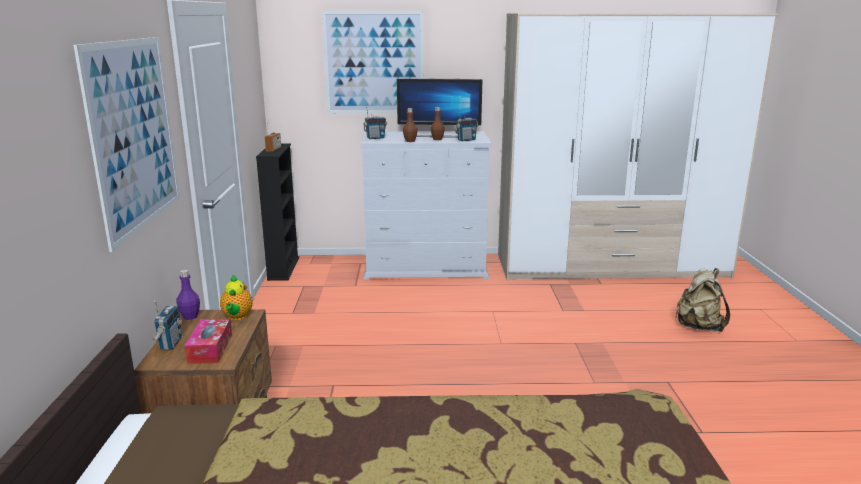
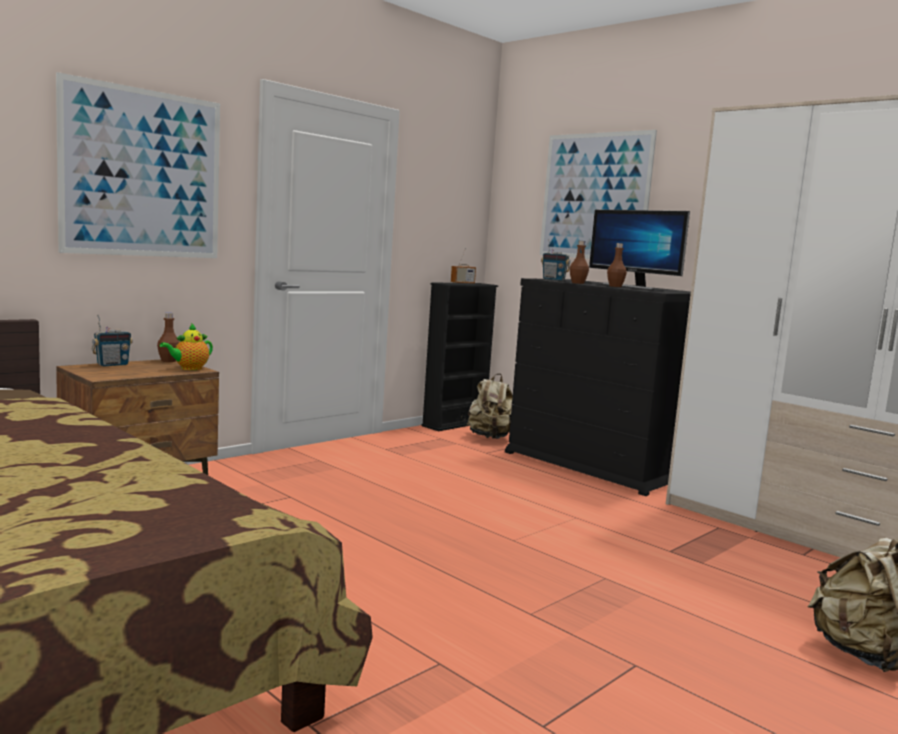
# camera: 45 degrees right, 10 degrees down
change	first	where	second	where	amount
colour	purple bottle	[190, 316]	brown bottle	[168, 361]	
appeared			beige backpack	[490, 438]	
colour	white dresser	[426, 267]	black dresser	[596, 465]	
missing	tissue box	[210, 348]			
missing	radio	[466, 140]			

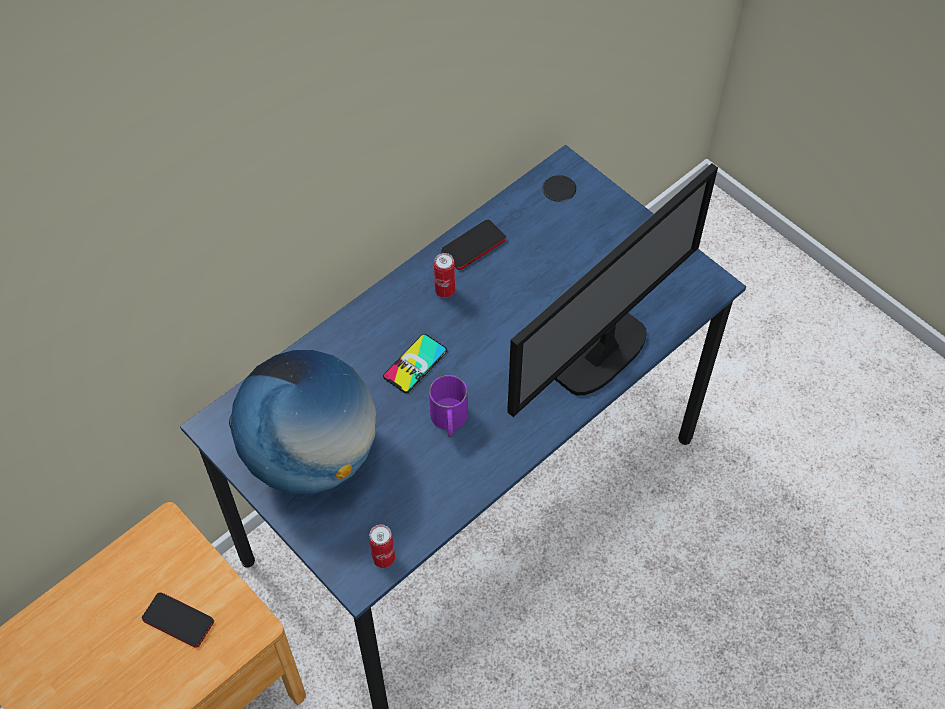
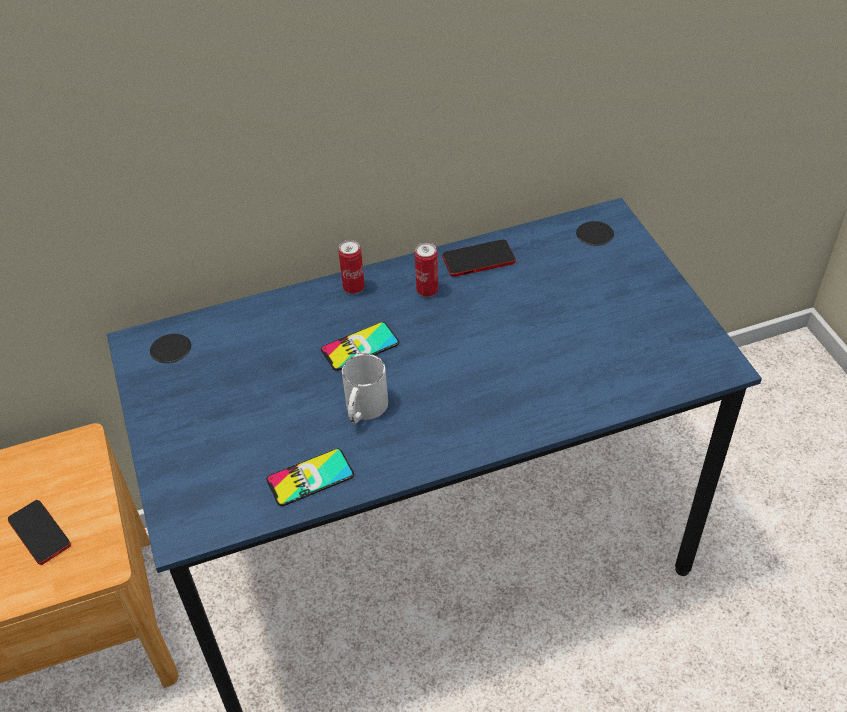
# camera: 25 degrees right, 10 degrees down
change	first	where	second	where	amount
appeared			phone	[310, 478]	
relocated	can	[383, 558]		[353, 288]	
colour	purple mug	[449, 421]	white mug	[363, 410]	
missing	globe	[311, 455]			
missing	monitor	[601, 355]			

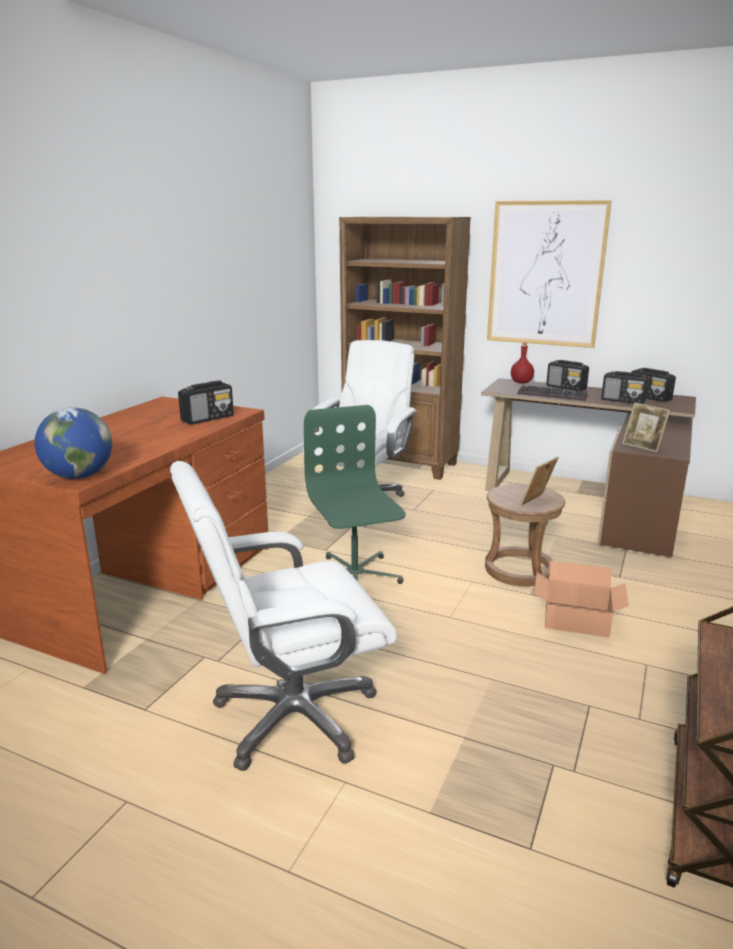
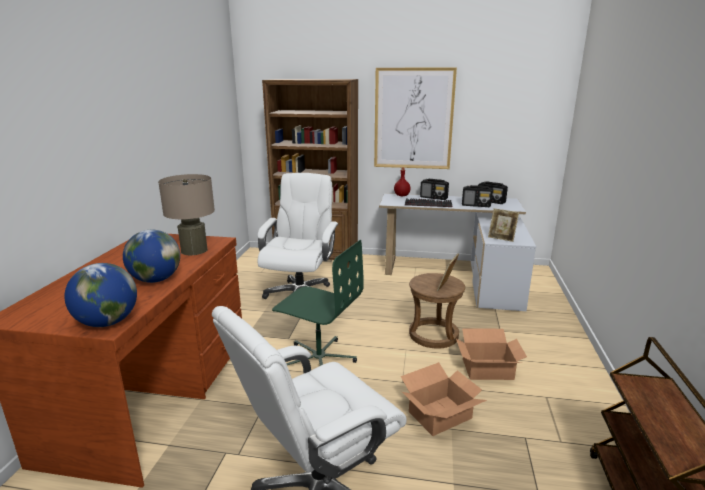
# camera: 15 degrees left, 0 degrees up
change	first	where	second	where	amount
appeared			globe	[156, 280]	
exchanged	radio	[208, 418]	beige table lamp	[194, 250]	
spun	green office chair	[354, 576]		[319, 358]	150 degrees clockwise
colour	brown desk	[592, 503]	white desk	[459, 276]	
appeared			cardboard box	[441, 415]	

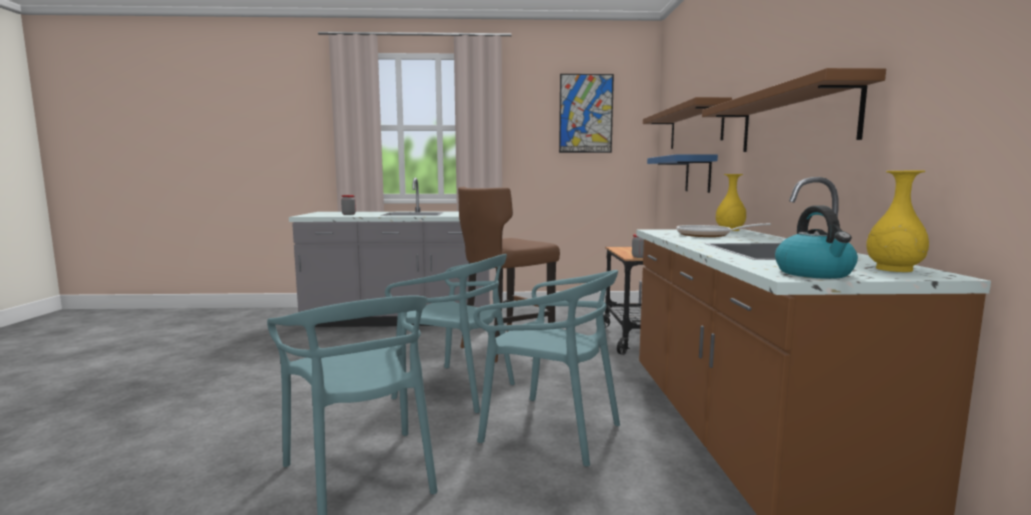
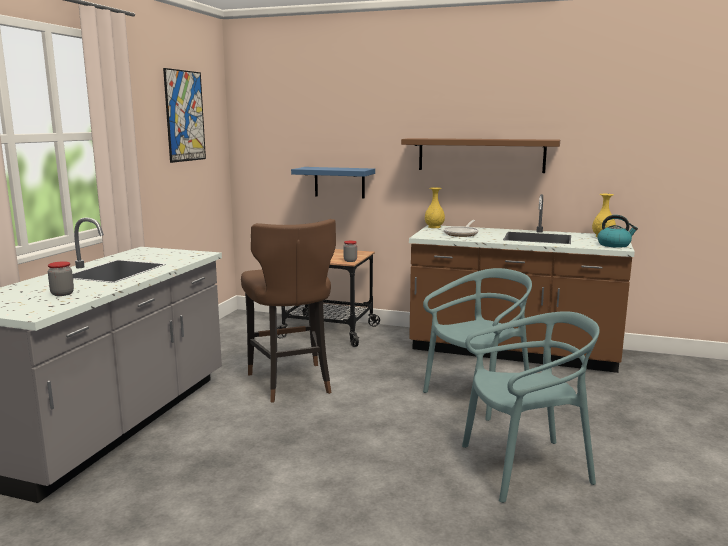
# camera: 70 degrees left, 5 degrees up
change	first	where	second	where	amount
missing	turquoise chair	[455, 389]			
missing	brown shelf	[695, 127]			

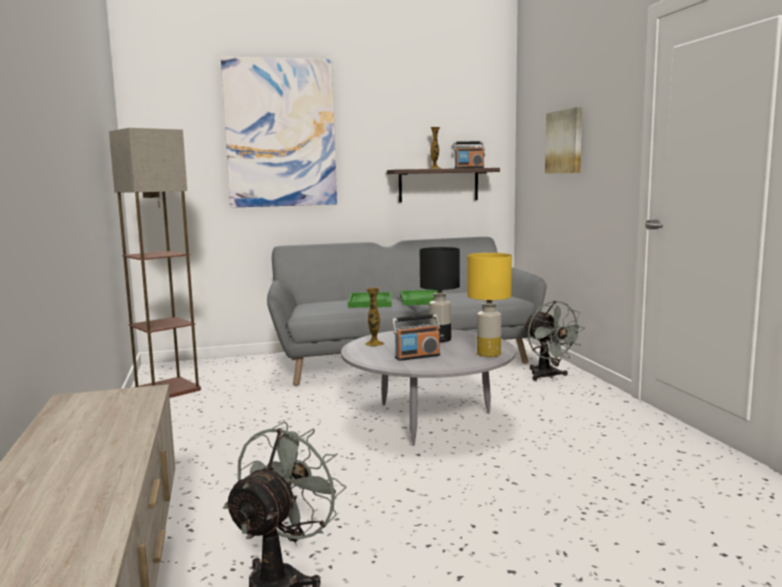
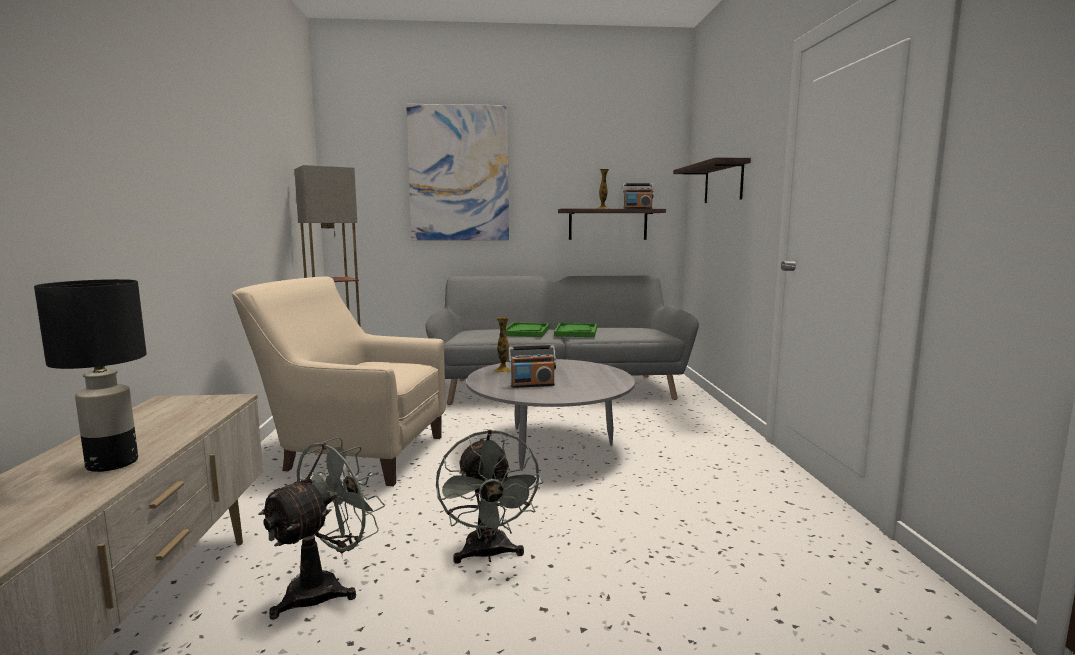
# camera: 10 degrees right, 0 degrees up
change	first	where	second	where	amount
relocated	black table lamp	[440, 340]		[112, 464]	
appeared			beige armchair	[350, 453]	
relocated	grey fan	[548, 376]		[488, 555]	
exchanged	picture	[565, 141]	shelf	[723, 183]	
missing	yellow table lamp	[488, 354]			

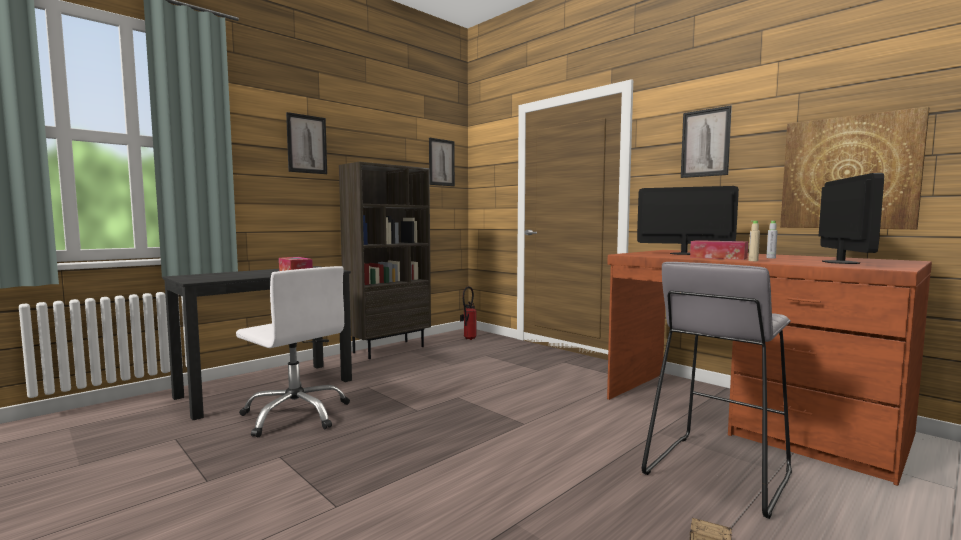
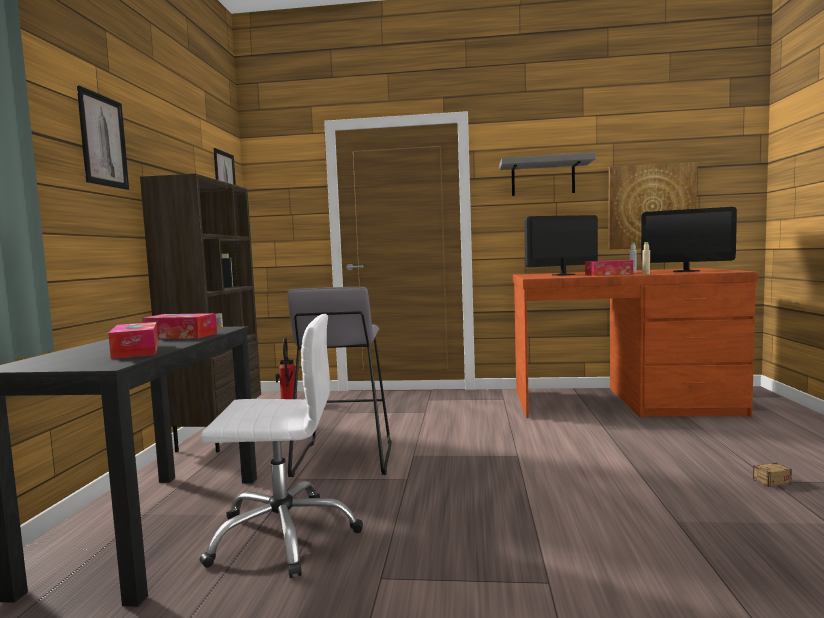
# camera: 40 degrees left, 0 degrees up
change	first	where	second	where	amount
appeared			tissue box	[136, 351]	
relocated	grey stool	[716, 472]		[343, 458]	
exchanged	picture	[705, 143]	grey shelf	[542, 178]	
spun	monitor	[840, 262]		[686, 271]	135 degrees clockwise

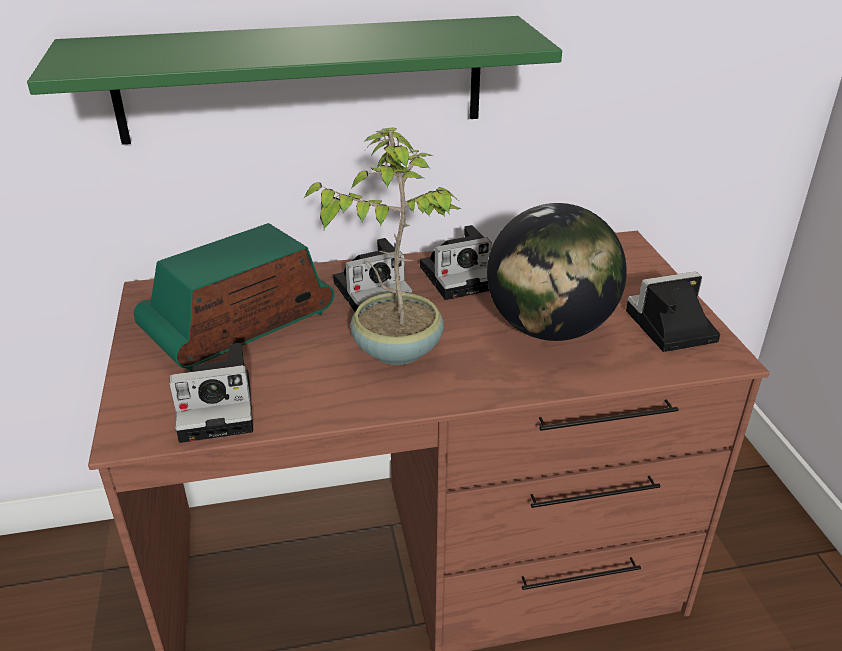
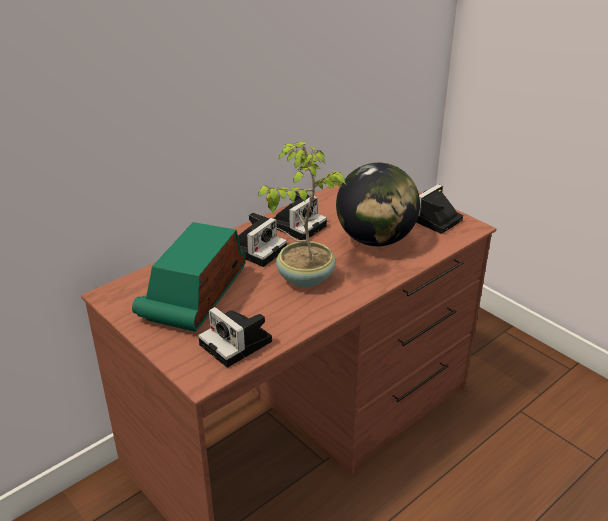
# camera: 30 degrees left, 0 degrees up
change	first	where	second	where	amount
spun	photo camera	[220, 407]		[238, 344]	90 degrees clockwise
missing	green shelf	[302, 80]			

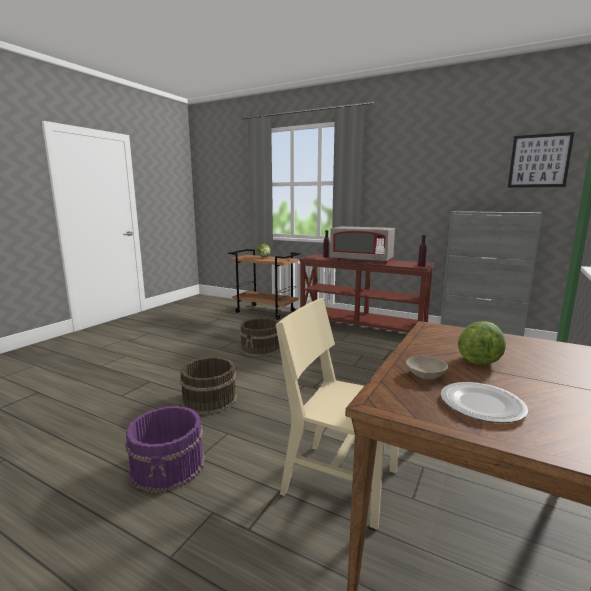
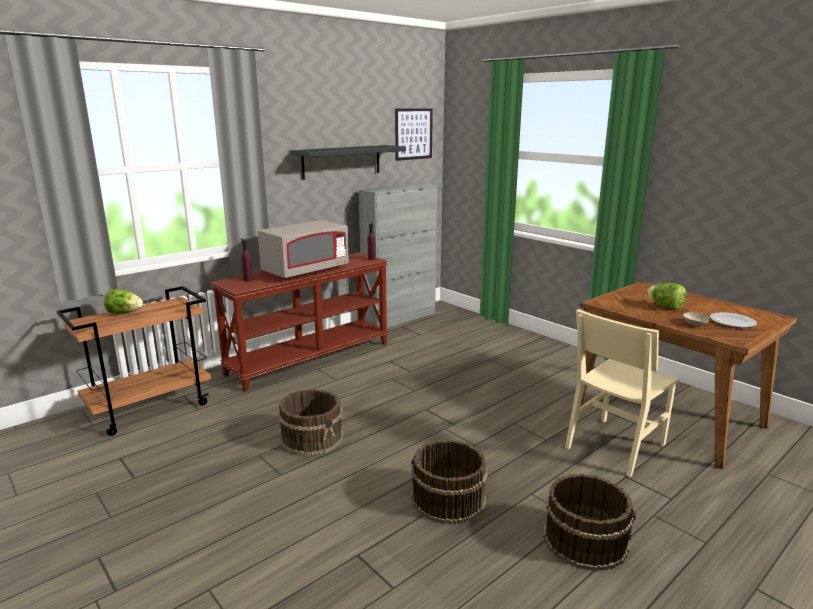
# camera: 70 degrees left, 5 degrees up
change	first	where	second	where	amount
appeared			black shelf	[341, 161]	
colour	purple bucket	[169, 465]	brown bucket	[585, 539]	

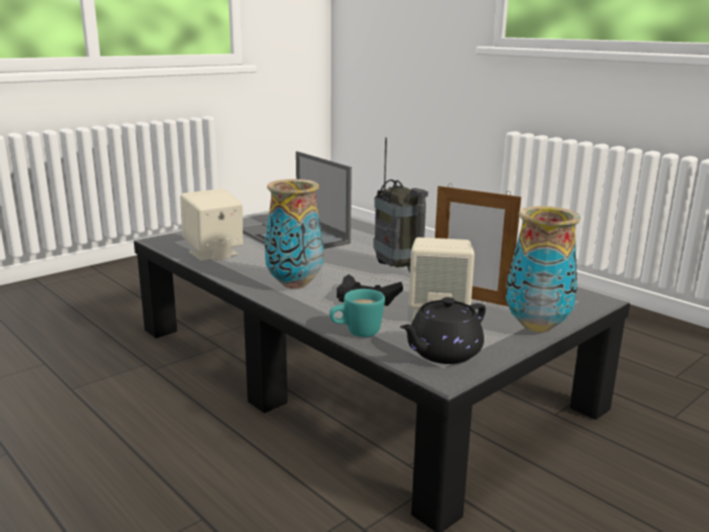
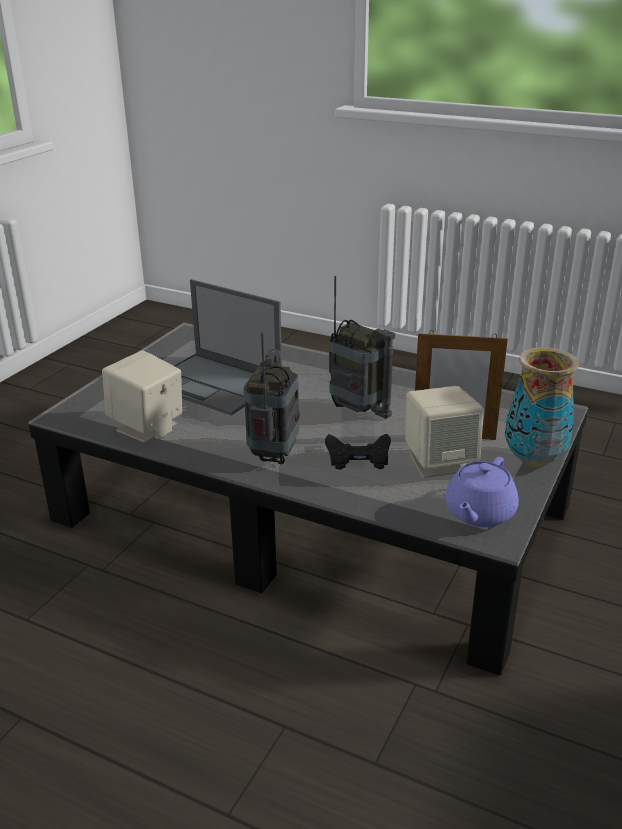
# camera: 20 degrees left, 10 degrees up
change	first	where	second	where	amount
exchanged	vase	[295, 284]	radio	[274, 455]	
colour	black teapot	[443, 353]	purple teapot	[479, 513]	
missing	turquoise mug	[356, 333]			

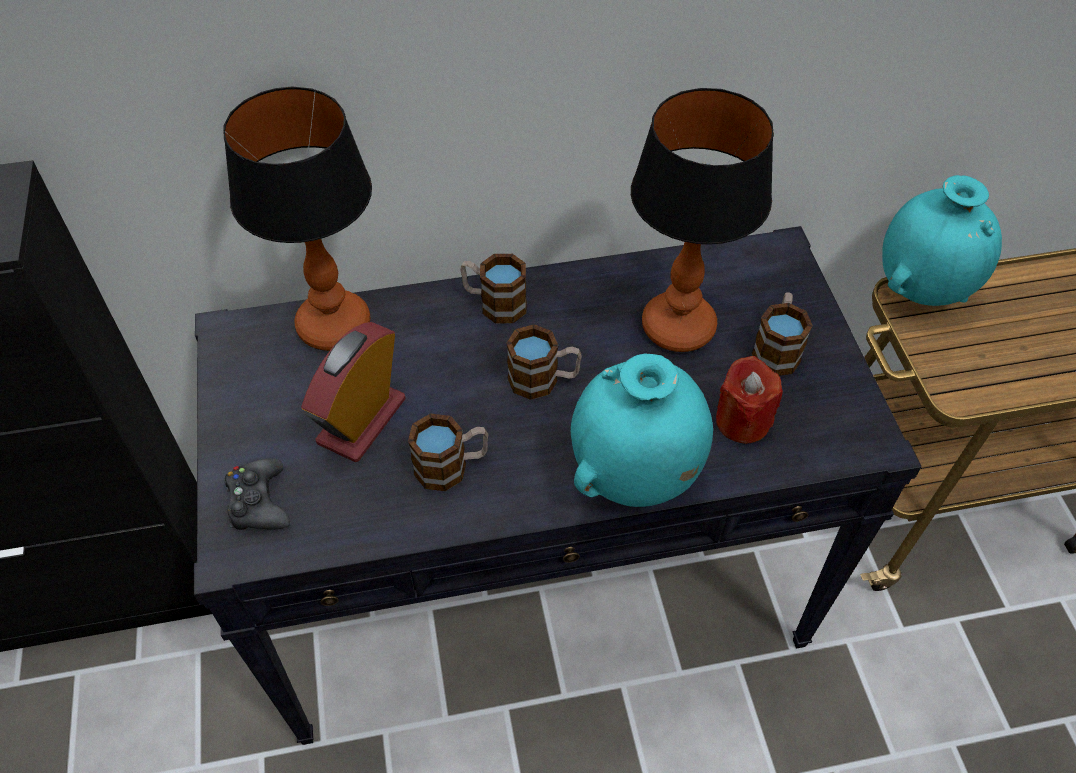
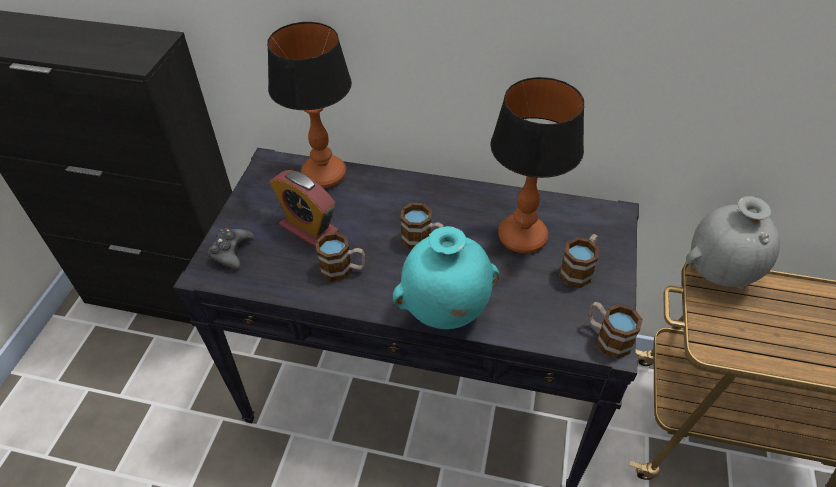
# camera: 25 degrees right, 5 degrees down
change	first	where	second	where	amount
spun	alarm clock	[362, 421]		[309, 229]	105 degrees counterclockwise
relocated	mug	[494, 303]		[607, 337]	
colour	turquoise vase	[922, 288]	grey vase	[720, 273]	
missing	red candle	[742, 421]			

